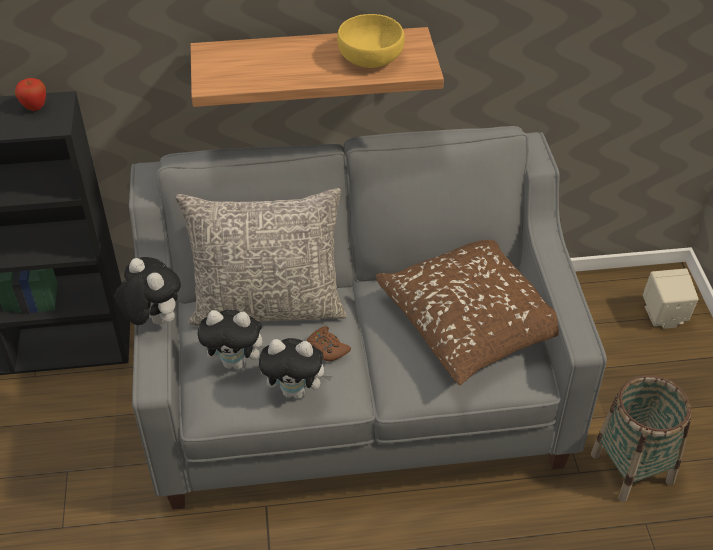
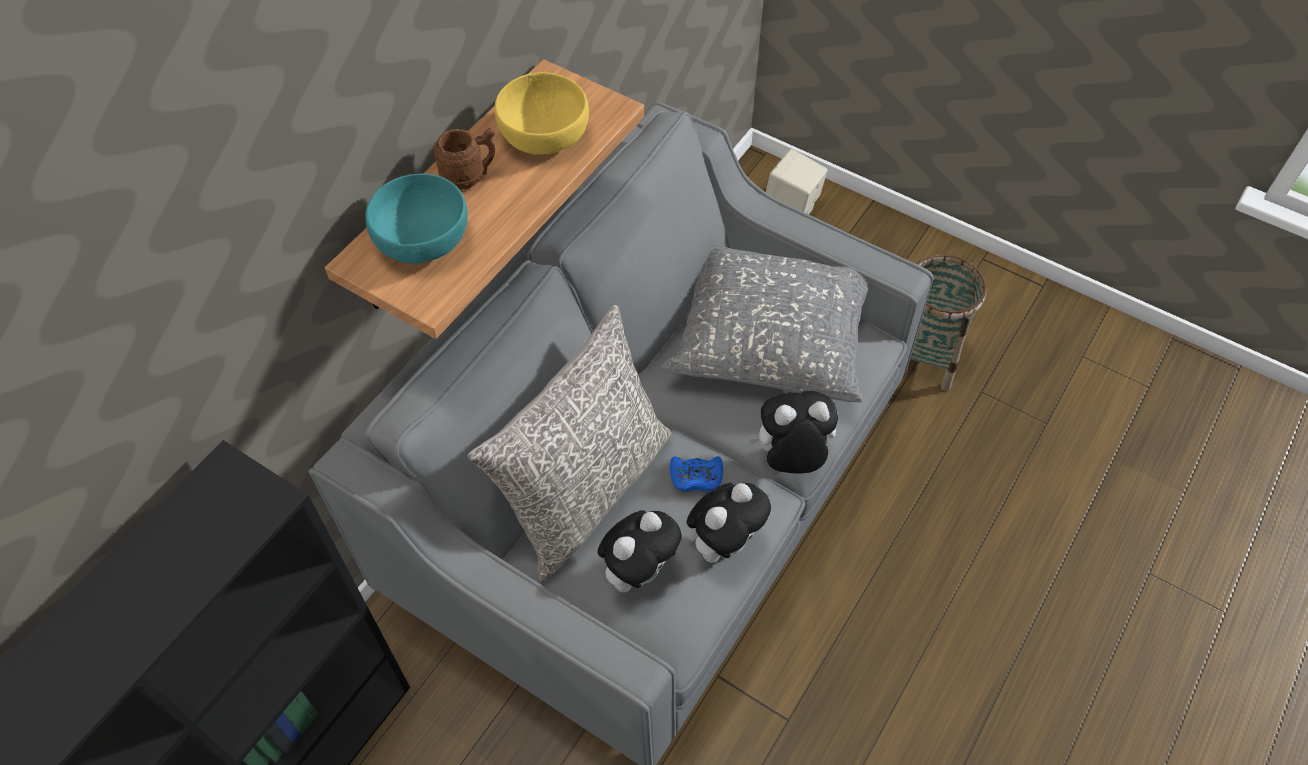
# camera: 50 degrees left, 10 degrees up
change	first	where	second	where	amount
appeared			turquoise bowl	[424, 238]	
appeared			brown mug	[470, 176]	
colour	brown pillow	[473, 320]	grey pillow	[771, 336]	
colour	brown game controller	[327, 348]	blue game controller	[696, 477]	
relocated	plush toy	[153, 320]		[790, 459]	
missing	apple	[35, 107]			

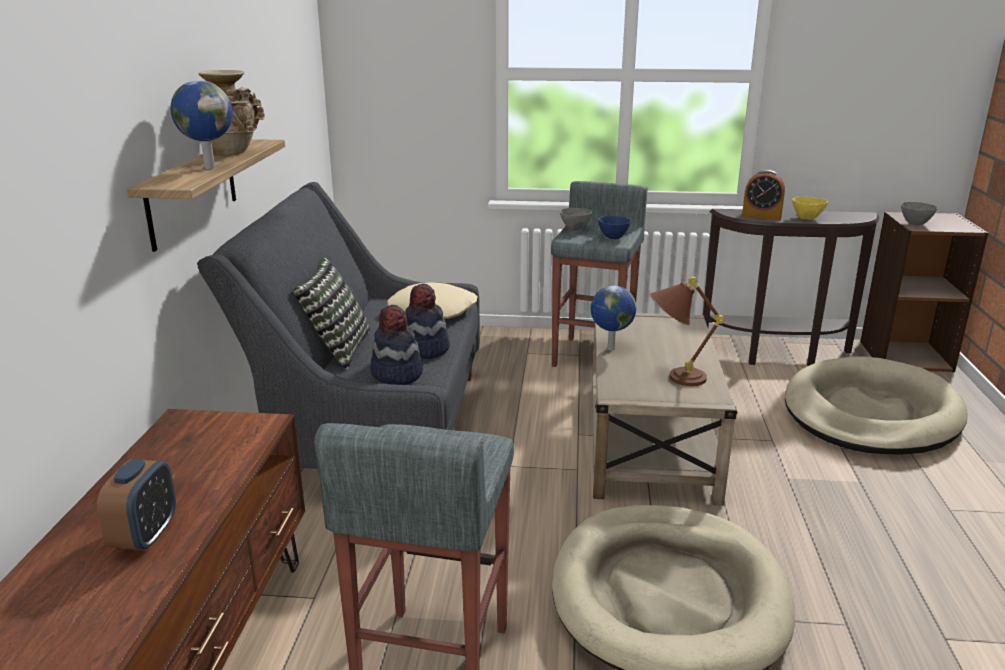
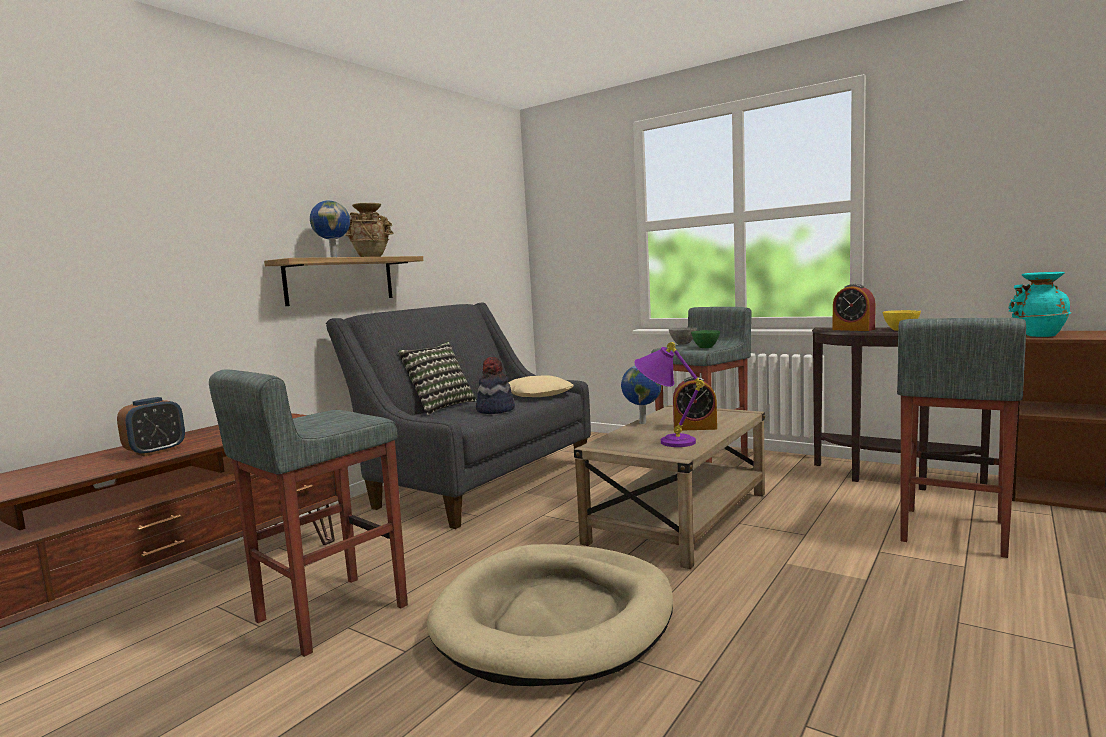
# camera: 30 degrees right, 15 degrees down
change	first	where	second	where	amount
colour	brown table lamp	[673, 377]	purple table lamp	[665, 441]	
appeared			alarm clock	[695, 427]	
colour	blue bowl	[613, 238]	green bowl	[706, 348]	
exchanged	beige dog bed	[870, 413]	grey stool	[951, 531]	
exchanged	grey bowl	[915, 223]	turquoise vase	[1038, 335]	
missing	hat	[396, 374]			

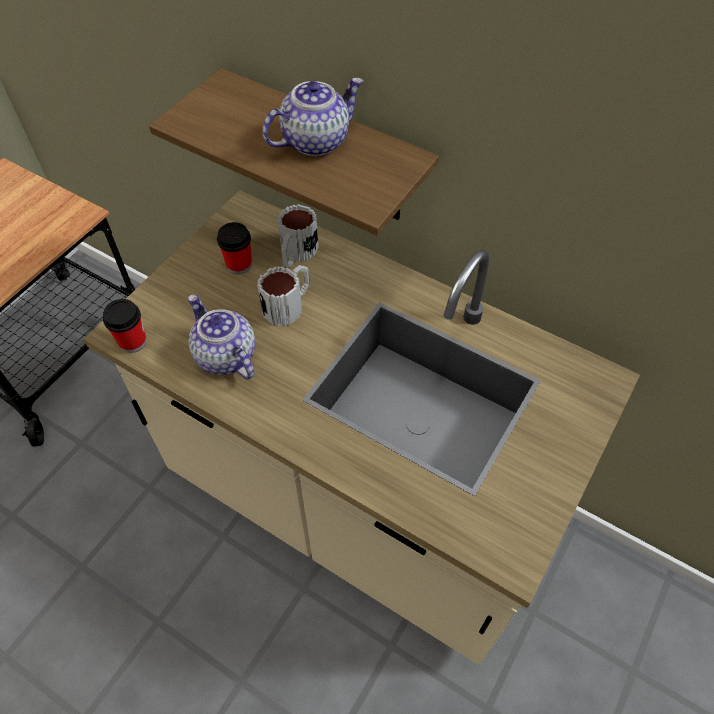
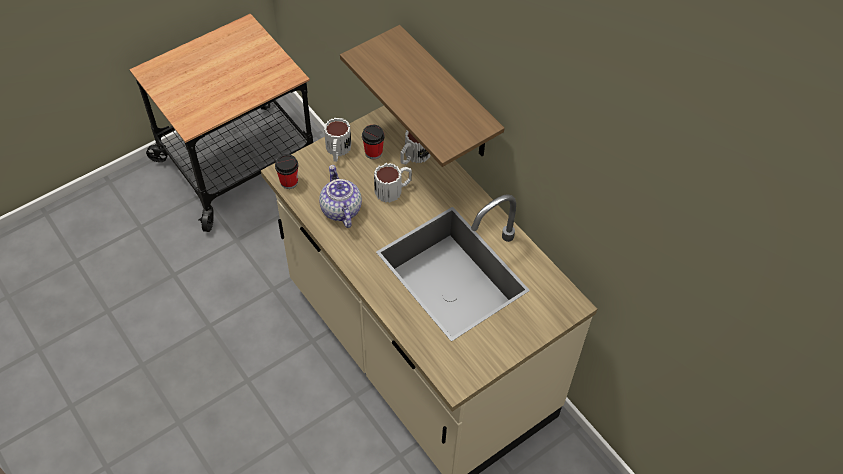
# camera: 20 degrees right, 0 degrees up
change	first	where	second	where	amount
appeared			mug	[337, 151]	
missing	teapot	[315, 140]			

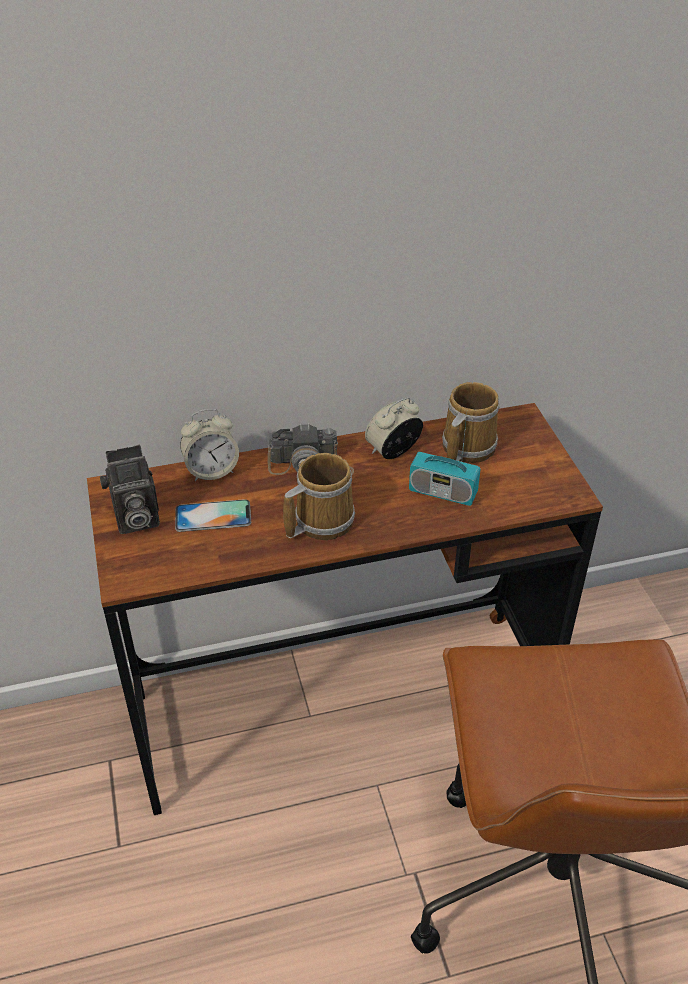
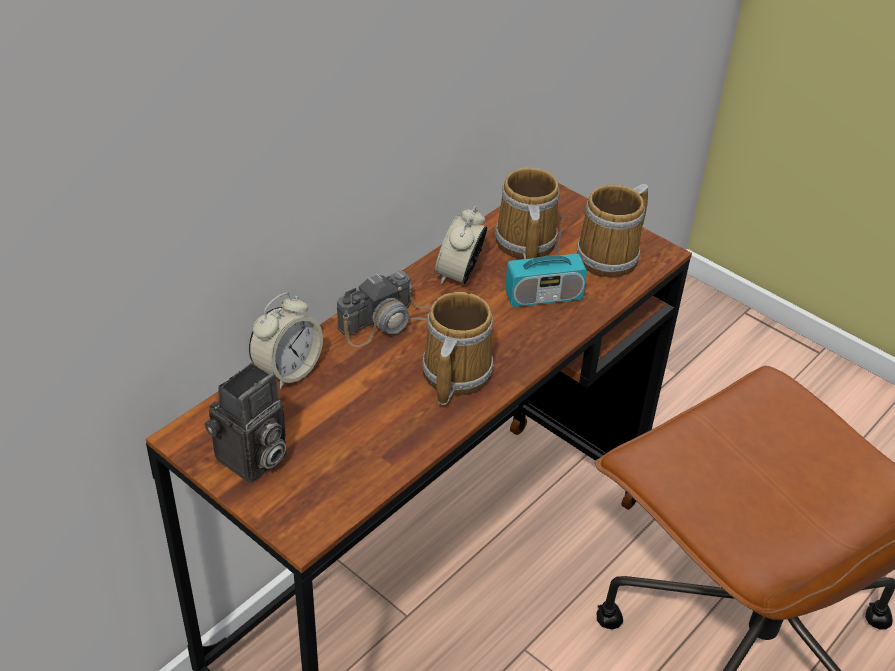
# camera: 35 degrees left, 0 degrees up
change	first	where	second	where	amount
appeared			mug	[612, 257]	
missing	phone	[213, 516]			

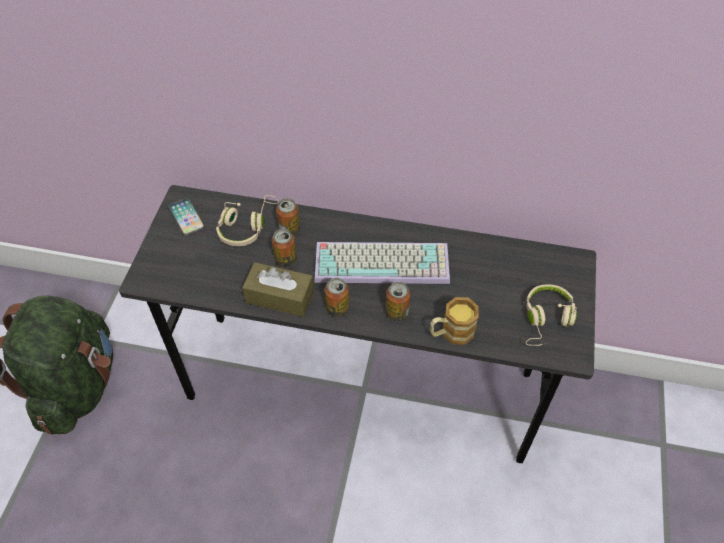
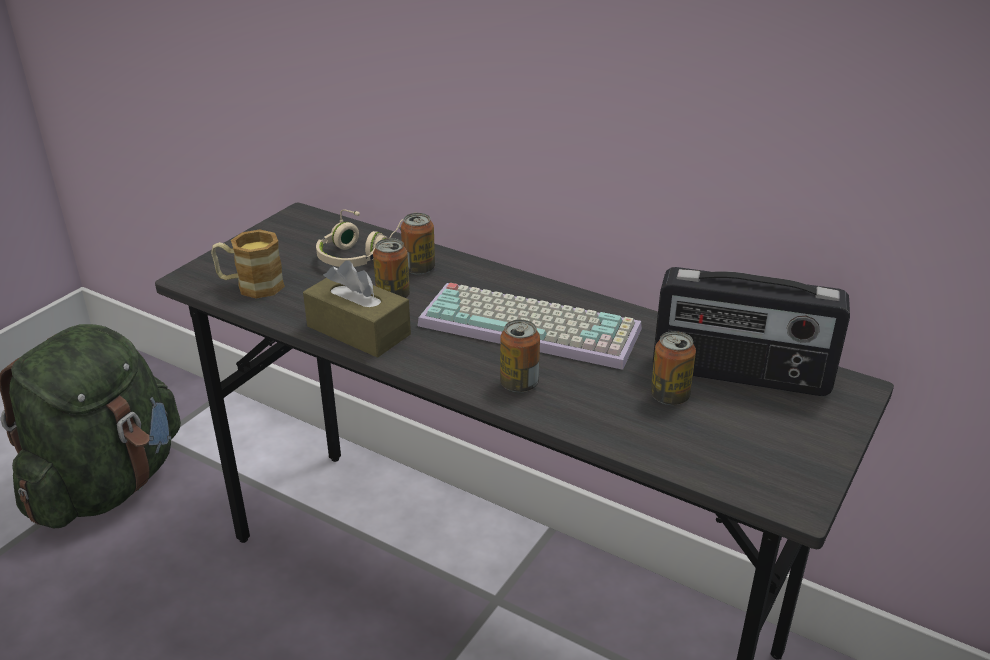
# camera: 20 degrees right, 20 degrees down
change	first	where	second	where	amount
relocated	mug	[451, 333]		[251, 286]	
relocated	can	[337, 309]		[669, 396]	
appeared			radio	[740, 375]	
missing	phone	[186, 217]			
missing	beige headphones	[546, 320]			

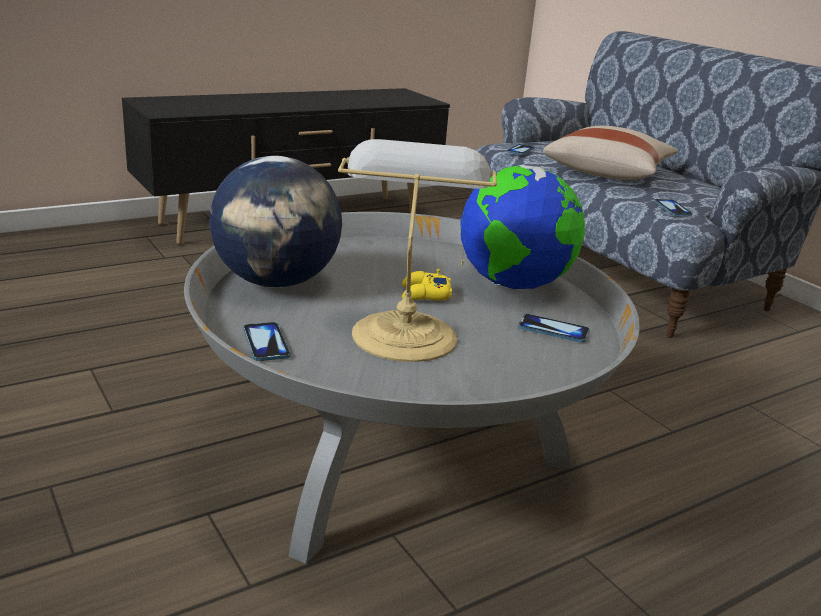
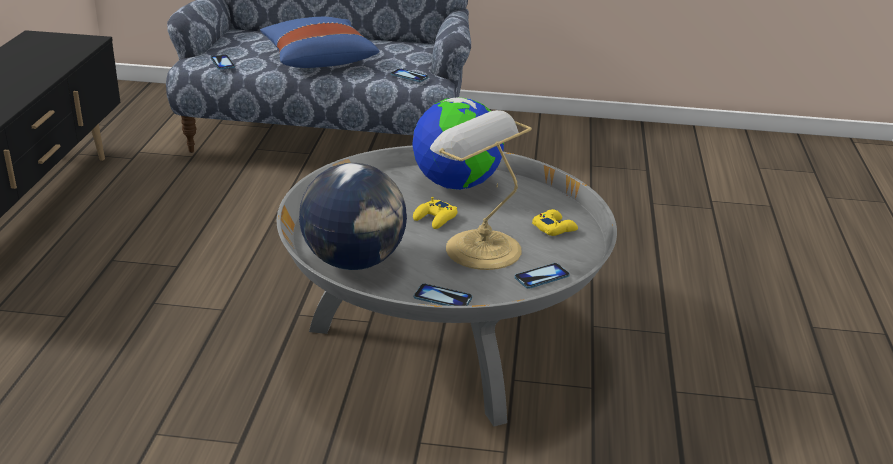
# camera: 50 degrees left, 5 degrees up
change	first	where	second	where	amount
colour	beige pillow	[608, 173]	blue pillow	[318, 60]	
relocated	phone	[553, 330]		[542, 277]	
appeared			yellow game controller	[554, 228]	

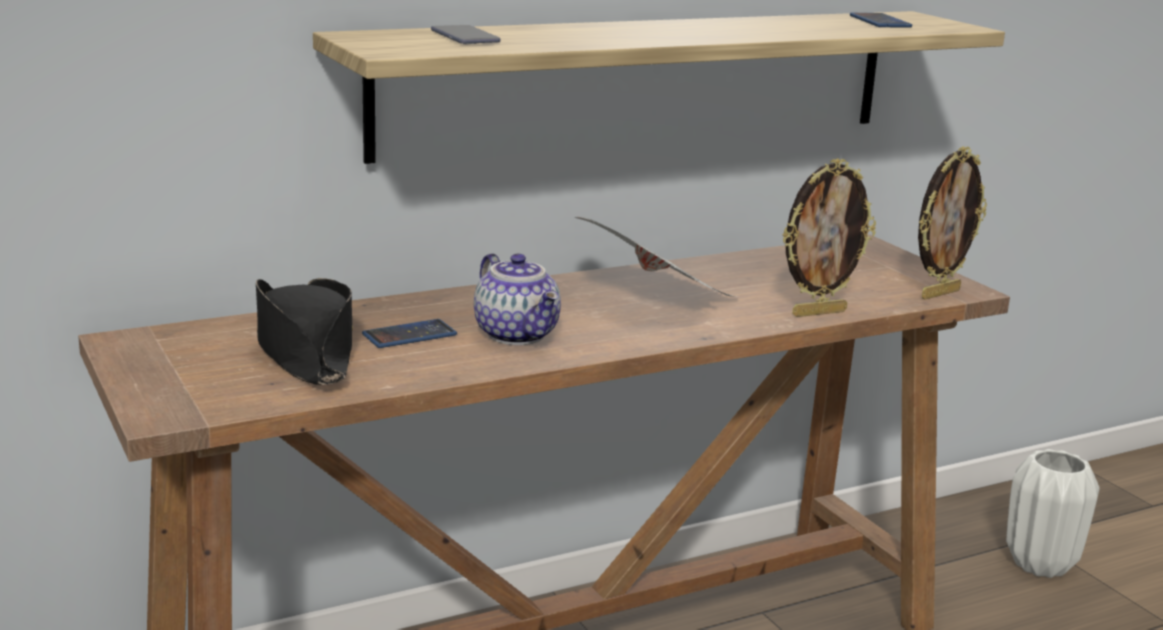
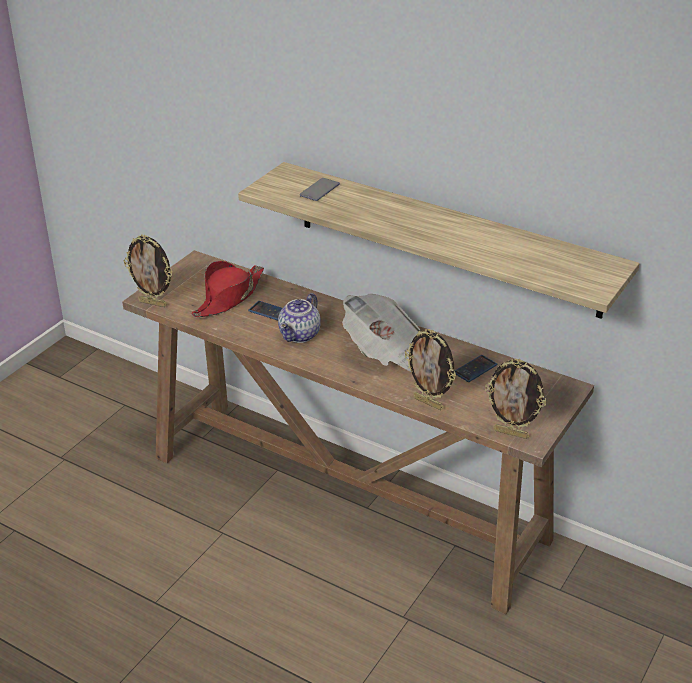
# camera: 60 degrees right, 15 degrees up
change	first	where	second	where	amount
appeared			picture frame	[153, 303]	
colour	black hat	[305, 350]	red hat	[229, 297]	
relocated	phone	[879, 22]		[475, 369]	
missing	white vase	[1041, 564]			

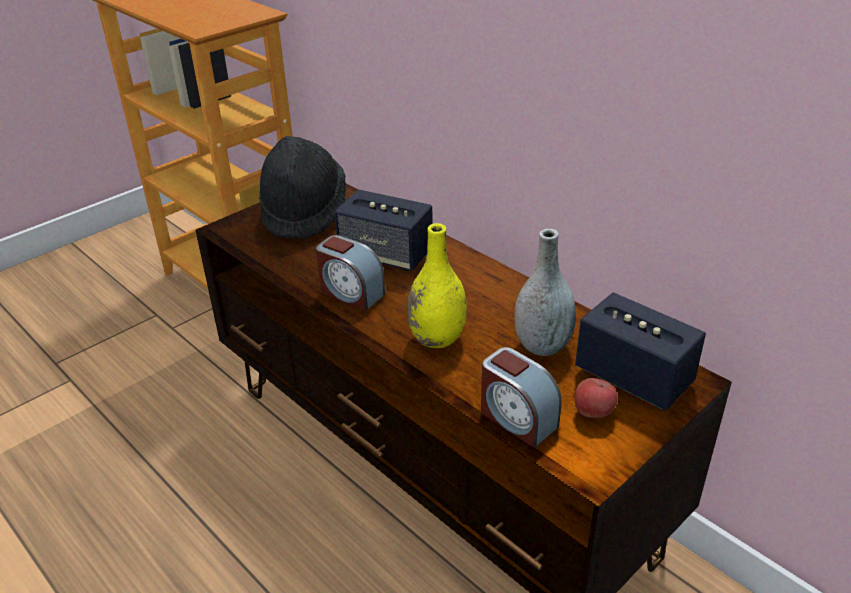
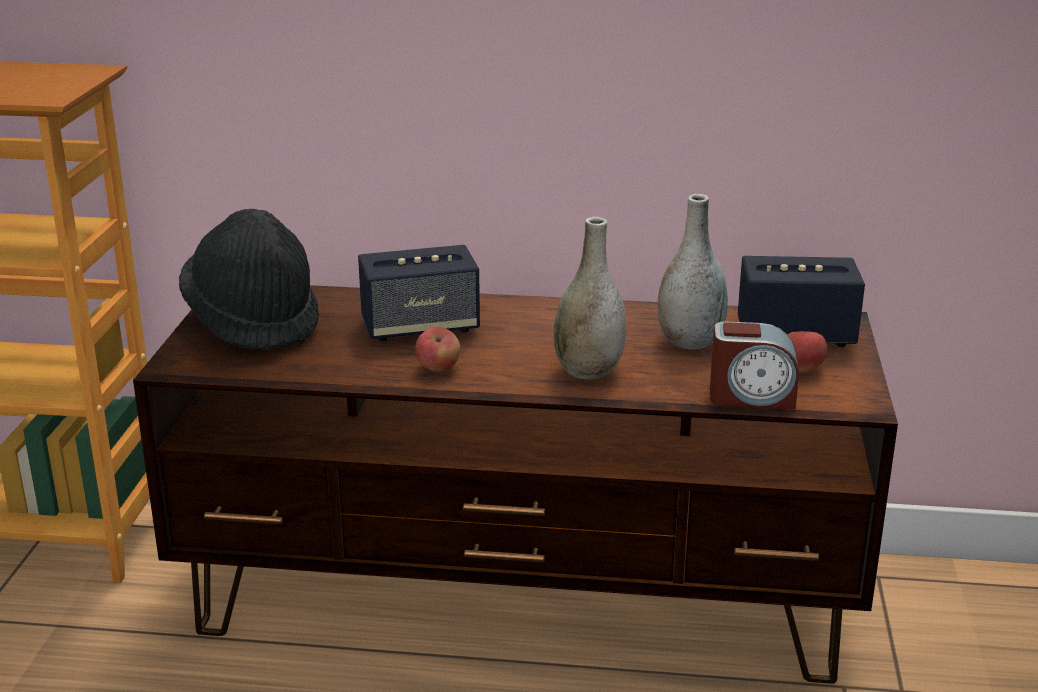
# camera: 40 degrees left, 10 degrees down
change	first	where	second	where	amount
exchanged	alarm clock	[351, 293]	apple	[438, 369]	
colour	yellow vase	[437, 339]	grey vase	[588, 371]	

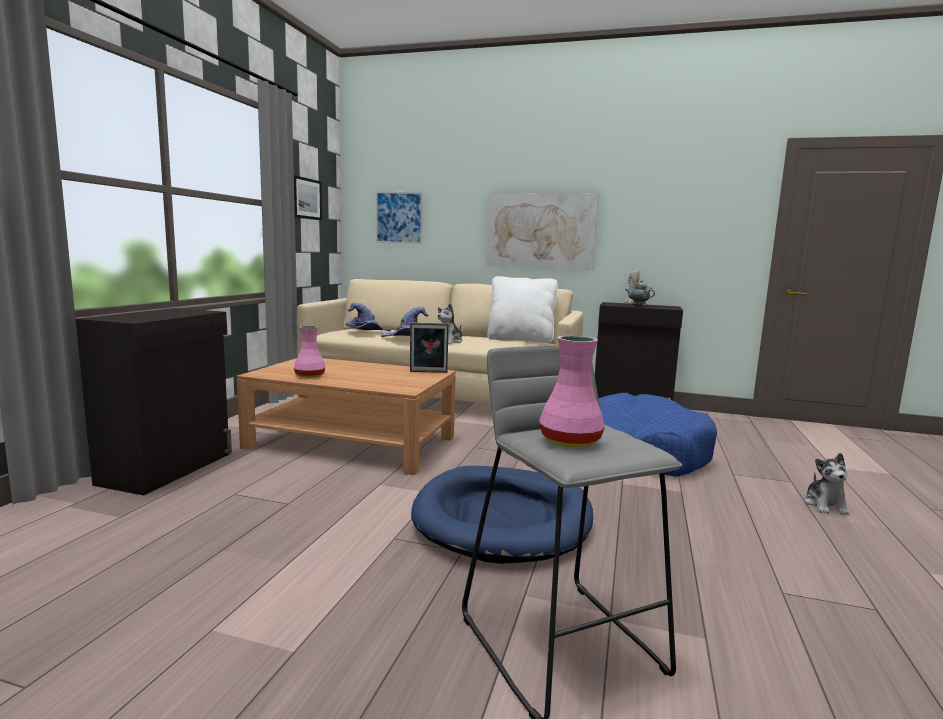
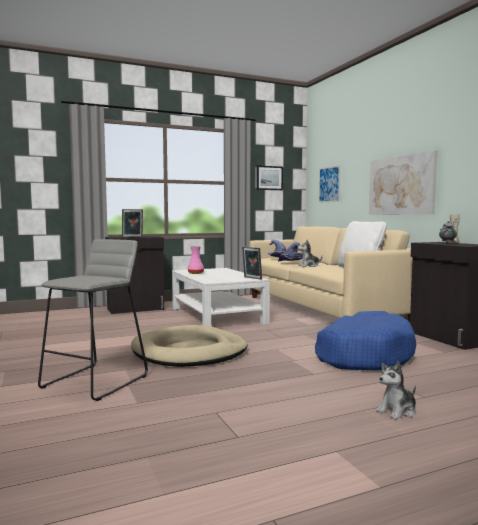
# camera: 50 degrees right, 5 degrees down
change	first	where	second	where	amount
appeared			picture frame	[132, 237]	
colour	blue dog bed	[503, 518]	beige dog bed	[190, 352]	
colour	brown coffee table	[353, 443]	white coffee table	[217, 316]	
missing	pink vase	[569, 440]			

